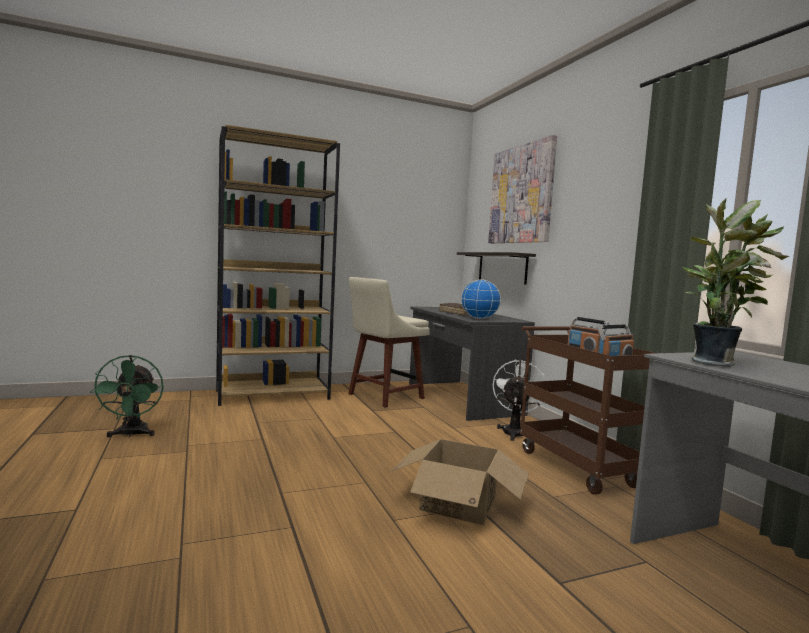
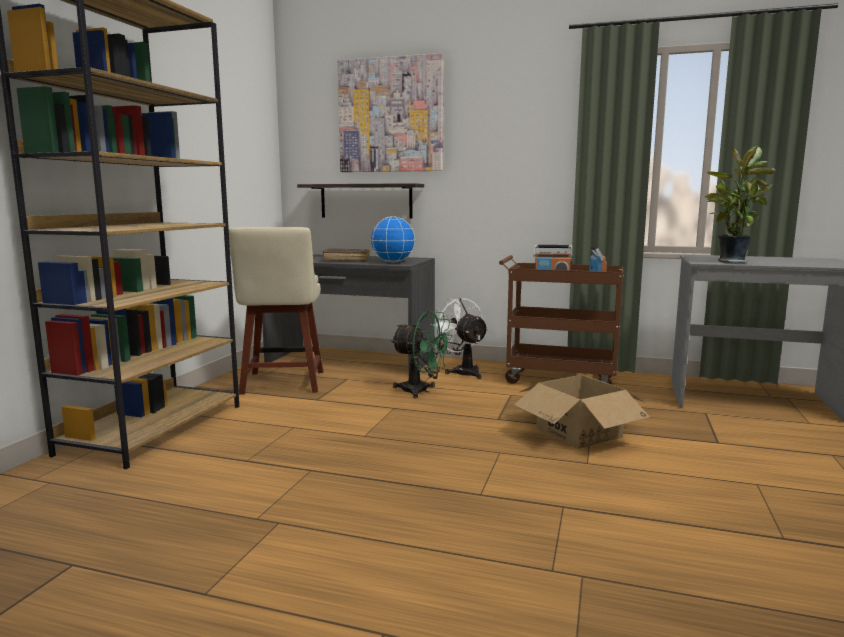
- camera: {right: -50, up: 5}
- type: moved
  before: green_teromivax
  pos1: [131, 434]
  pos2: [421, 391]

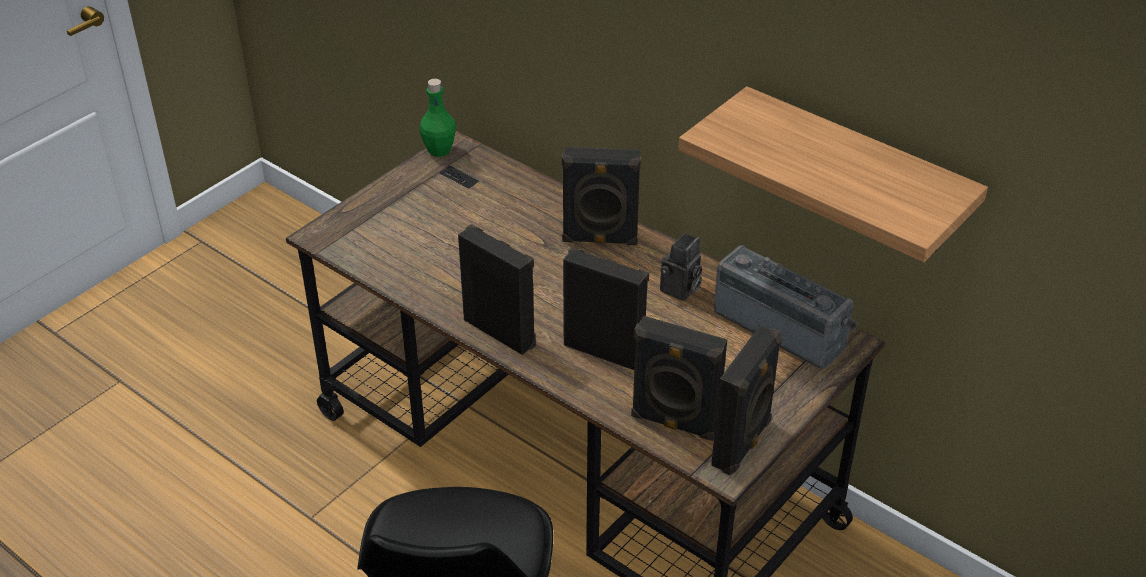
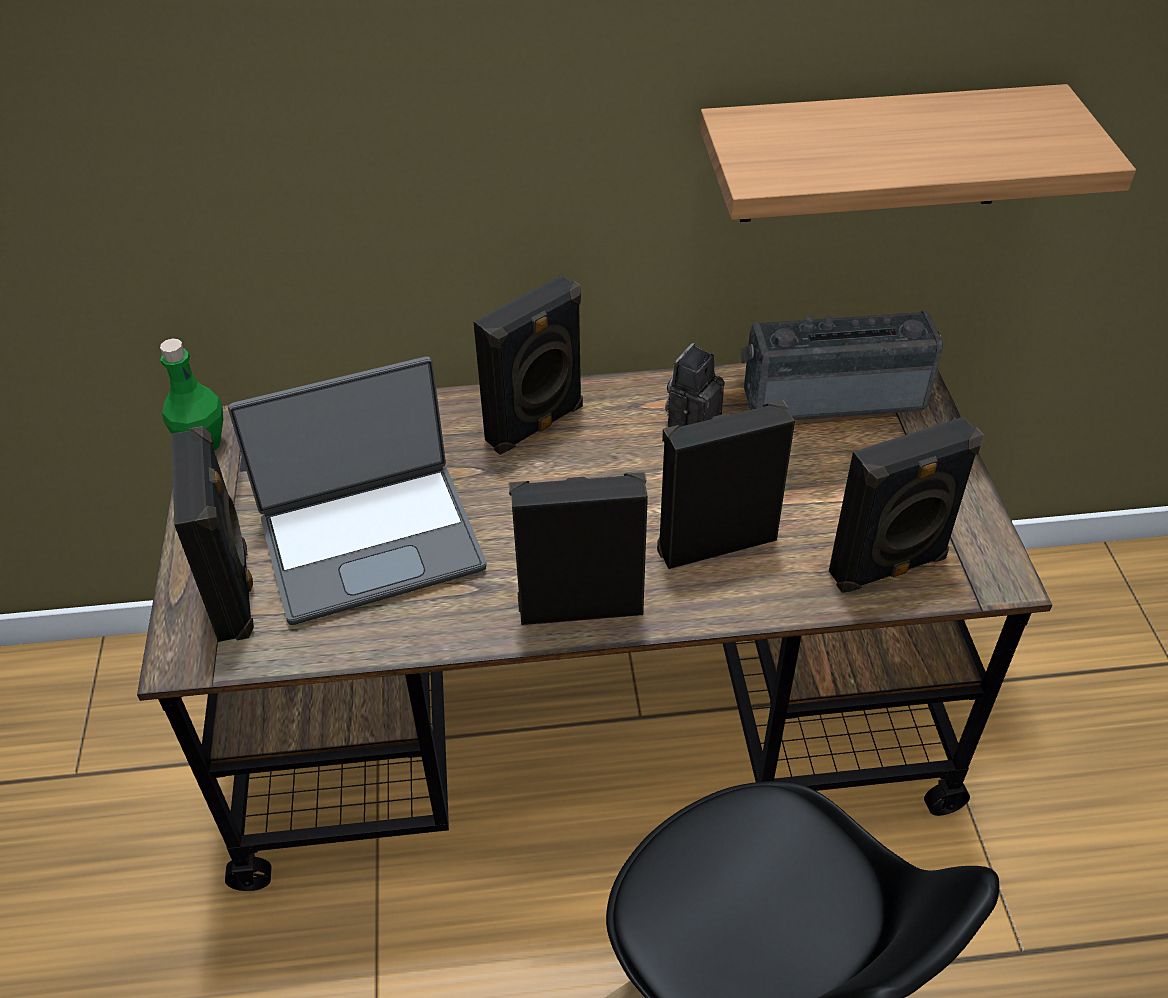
- camera: {right: -45, up: 5}
- type: turned
  before: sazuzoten
  pos1: [680, 290]
  pos2: [692, 423]
  turn: -135
- type: moved
  before: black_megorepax
  pos1: [743, 444]
  pos2: [235, 592]
- type: added
  after: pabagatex
  pos2: [371, 541]

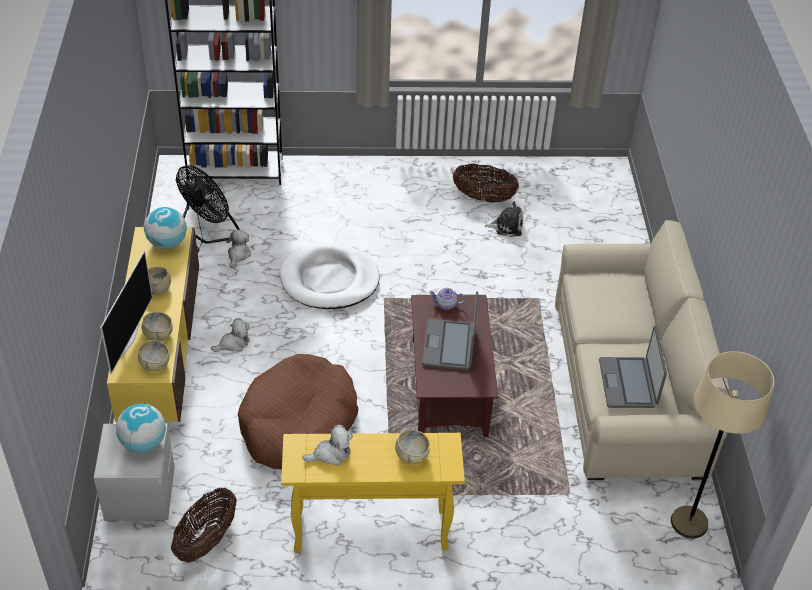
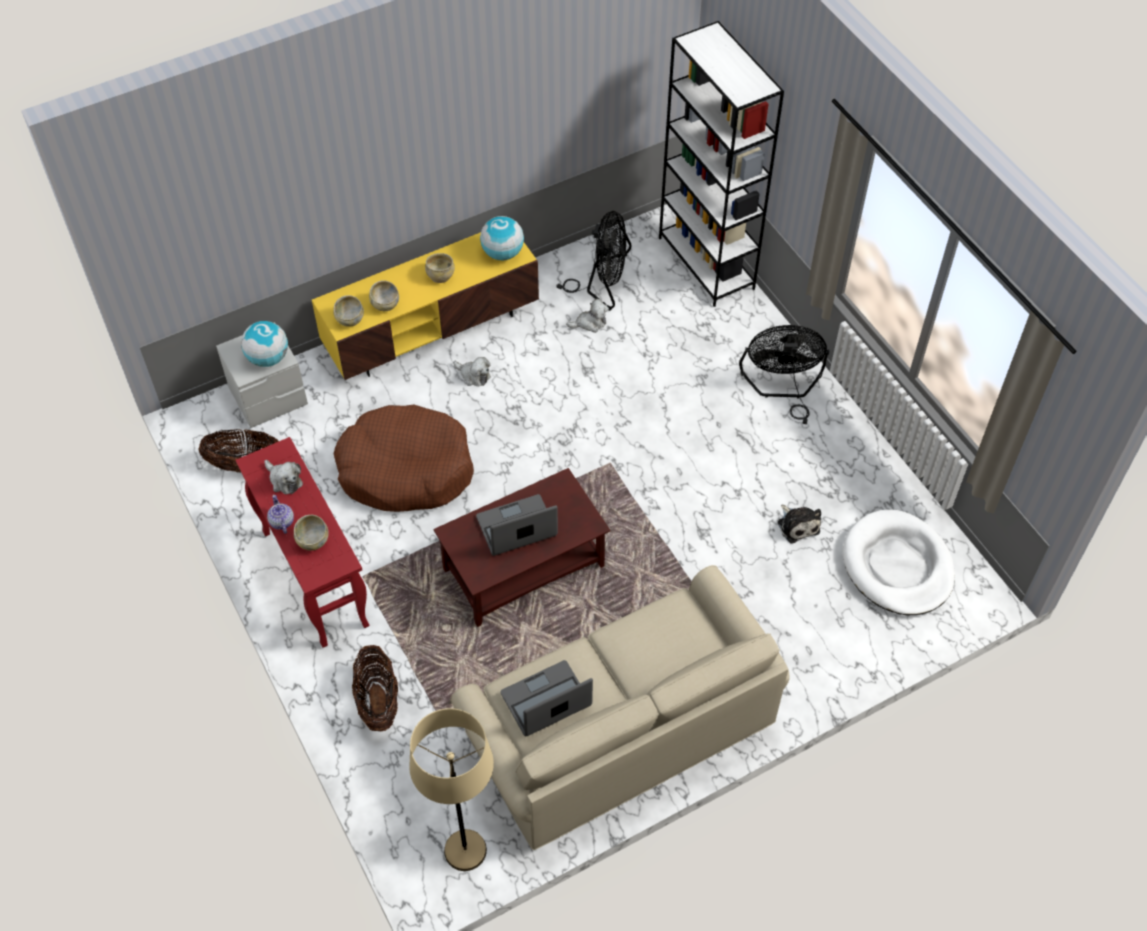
- camera: {right: 65, up: 10}
- type: removed
  before: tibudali
  pos1: [128, 340]
- type: moved
  before: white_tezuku
  pos1: [329, 280]
  pos2: [897, 566]
- type: recoloured
  before: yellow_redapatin
  after: red_redapatin
  pos1: [369, 531]
  pos2: [314, 577]
- type: moved
  before: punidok
  pos1: [446, 305]
  pos2: [281, 521]
- type: moved
  before: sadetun
  pos1: [483, 197]
  pos2: [378, 701]
- type: added
  after: black_teromivax
  pos2: [784, 387]

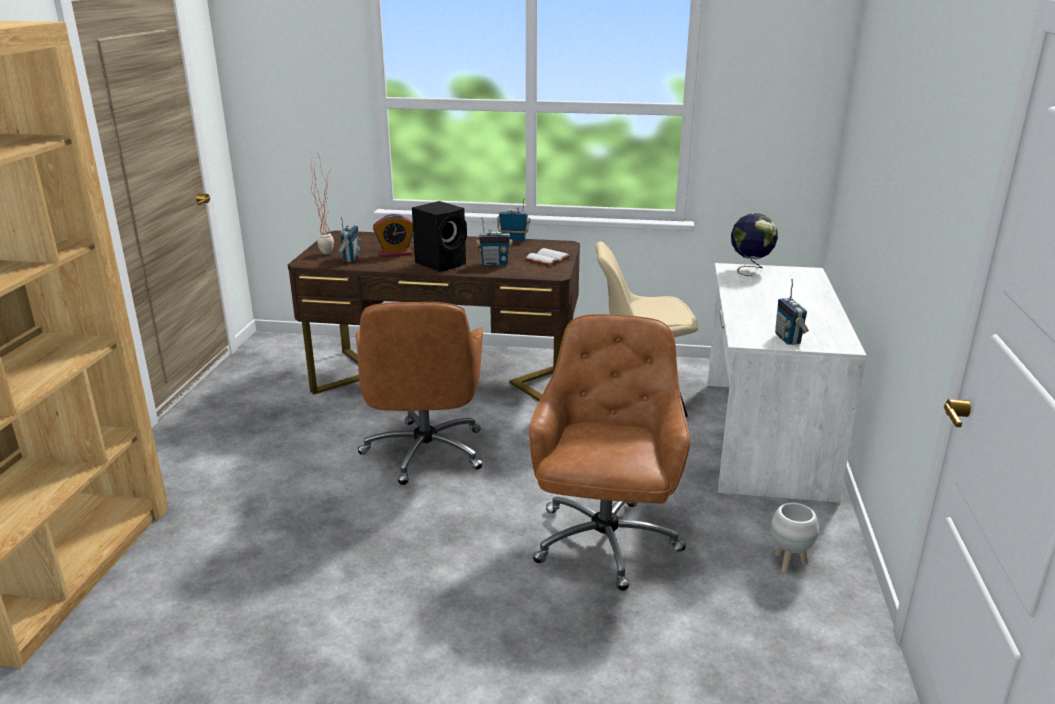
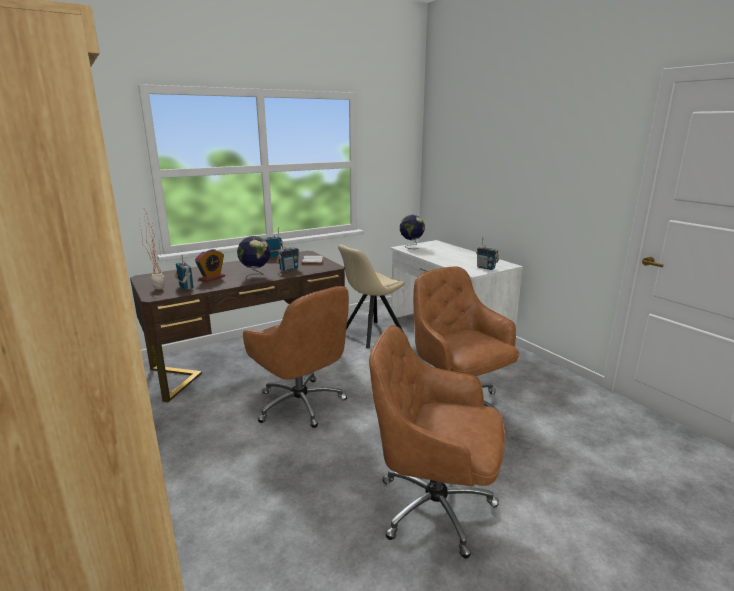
- camera: {right: -40, up: -5}
- type: replaced
  before: black_megorepax
  after: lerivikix
  pos1: [442, 263]
  pos2: [255, 276]
- type: removed
  before: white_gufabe
  pos1: [789, 564]
- type: added
  after: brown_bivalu
  pos2: [435, 506]

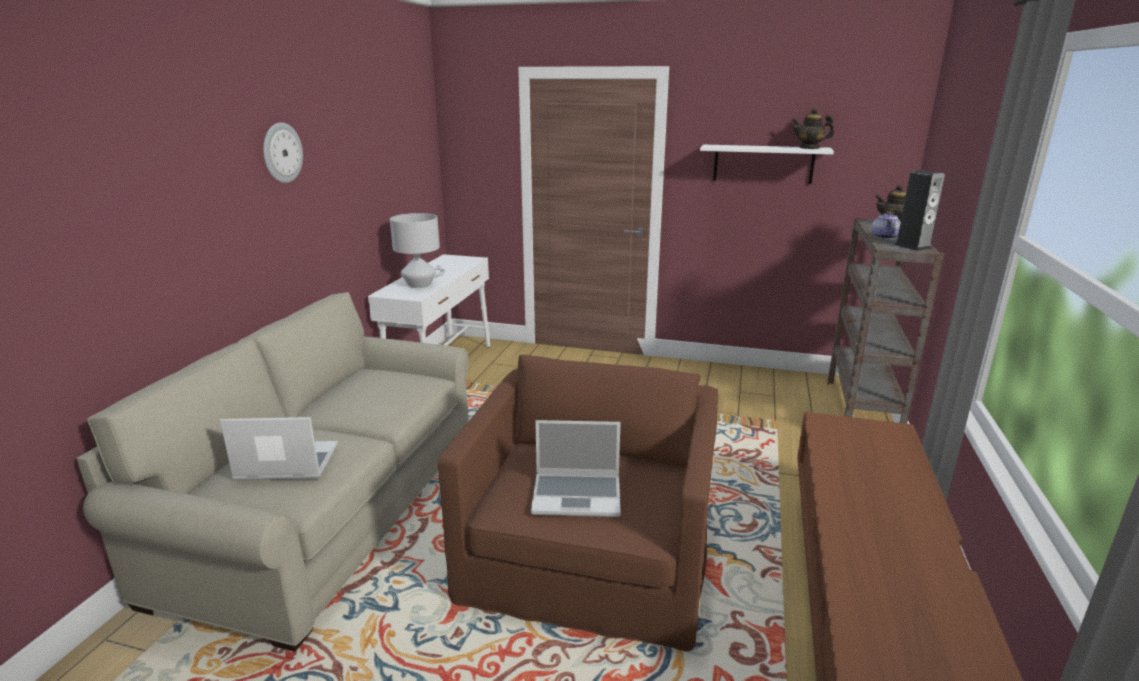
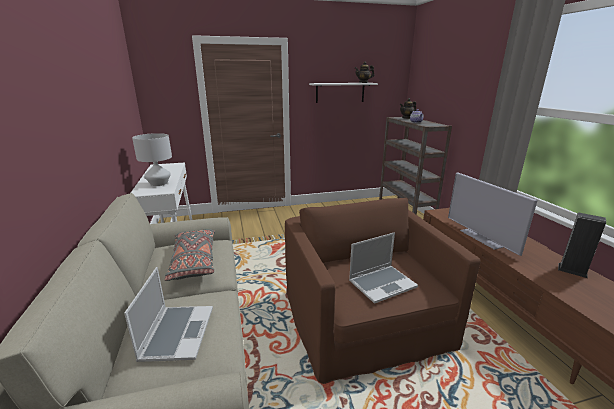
- camera: {right: -30, up: 0}
- type: turned
  before: pabagatex
  pos1: [285, 464]
  pos2: [177, 333]
  turn: 120
- type: removed
  before: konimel
  pos1: [281, 153]
- type: moved
  before: megorepax
  pos1: [912, 246]
  pos2: [572, 270]
- type: added
  after: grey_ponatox
  pos2: [194, 261]
- type: added
  after: tibudali
  pos2: [481, 238]

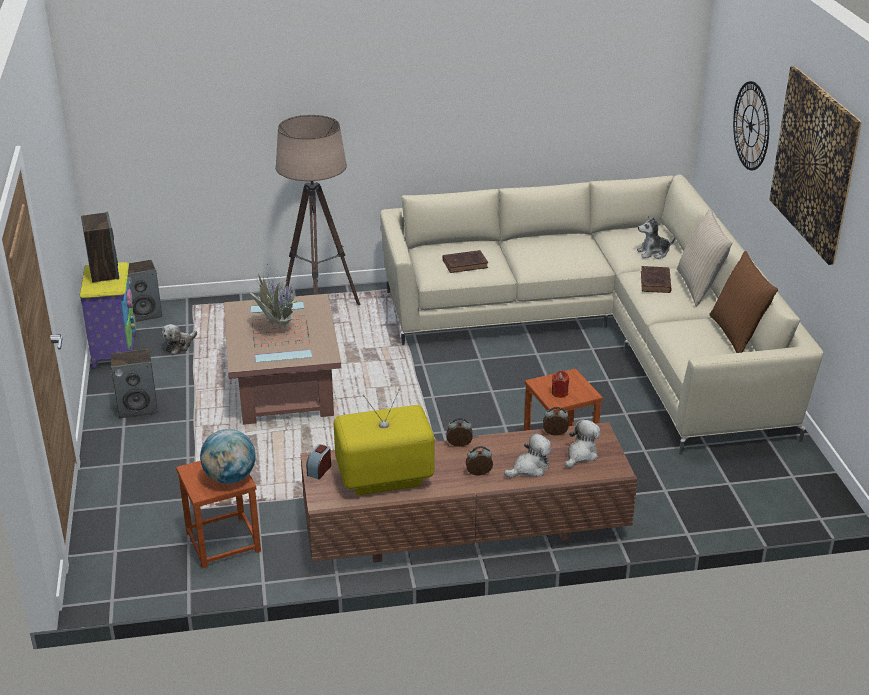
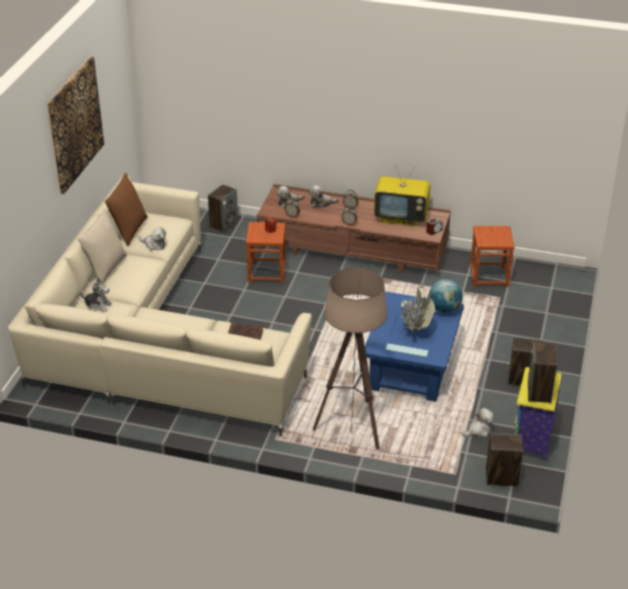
- camera: {right: -155, up: 5}
- type: moved
  before: lerivikix
  pos1: [230, 478]
  pos2: [444, 309]
- type: recoloured
  before: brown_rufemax
  after: blue_rufemax
  pos1: [285, 387]
  pos2: [411, 366]
- type: removed
  before: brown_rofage
  pos1: [655, 283]
- type: removed
  before: konimel
  pos1: [751, 126]
- type: added
  after: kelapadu
  pos2: [154, 245]
- type: added
  after: megorepax
  pos2: [224, 224]

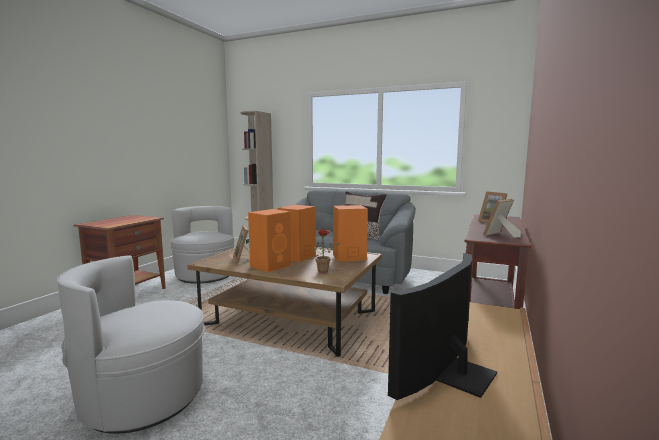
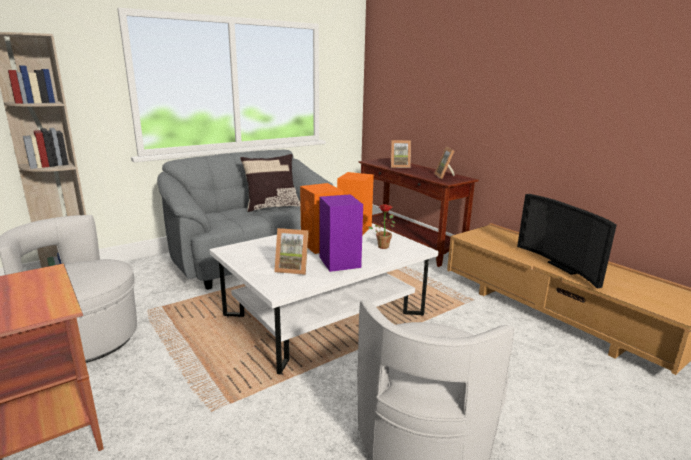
- camera: {right: -60, up: 10}
- type: recoloured
  before: brown_rufemax
  after: white_rufemax
  pos1: [290, 318]
  pos2: [324, 315]
- type: recoloured
  before: orange_megorepax
  after: purple_megorepax
  pos1: [271, 266]
  pos2: [339, 261]

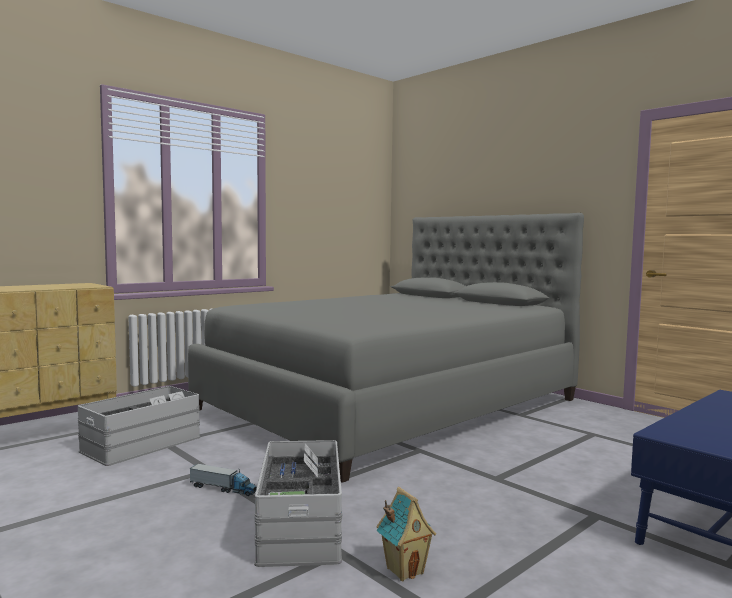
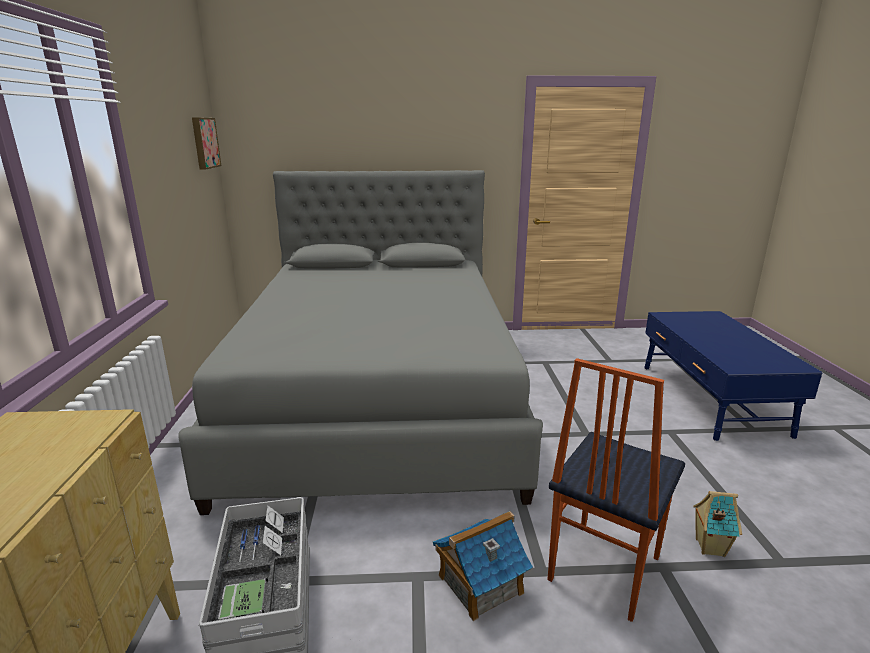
- camera: {right: -50, up: 15}
- type: replaced
  before: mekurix
  after: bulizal
  pos1: [223, 489]
  pos2: [479, 584]
- type: replaced
  before: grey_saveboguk
  after: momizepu
  pos1: [299, 526]
  pos2: [602, 568]
- type: added
  after: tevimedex
  pos2: [204, 143]

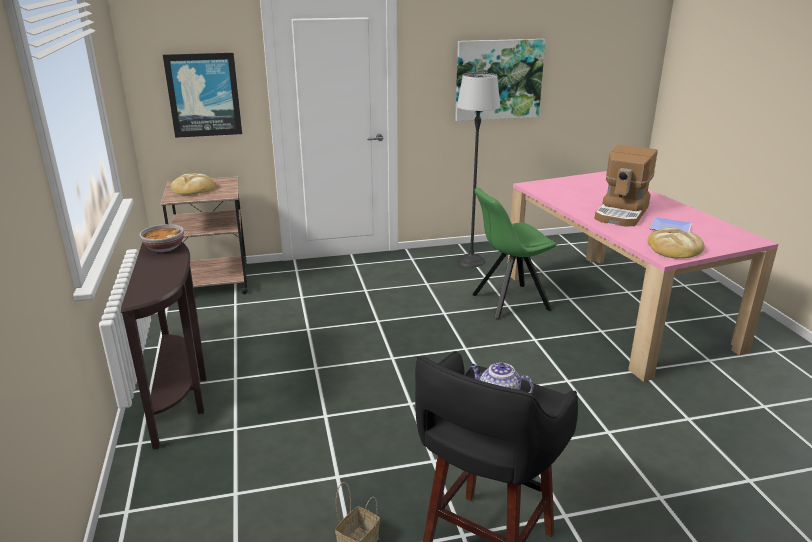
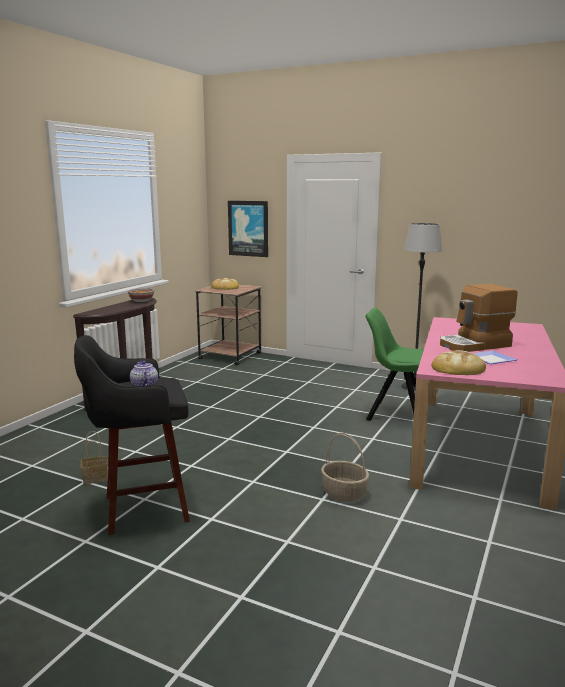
- camera: {right: 40, up: -10}
- type: removed
  before: tevimedex
  pos1: [498, 79]
- type: added
  after: sadetun
  pos2: [344, 493]

